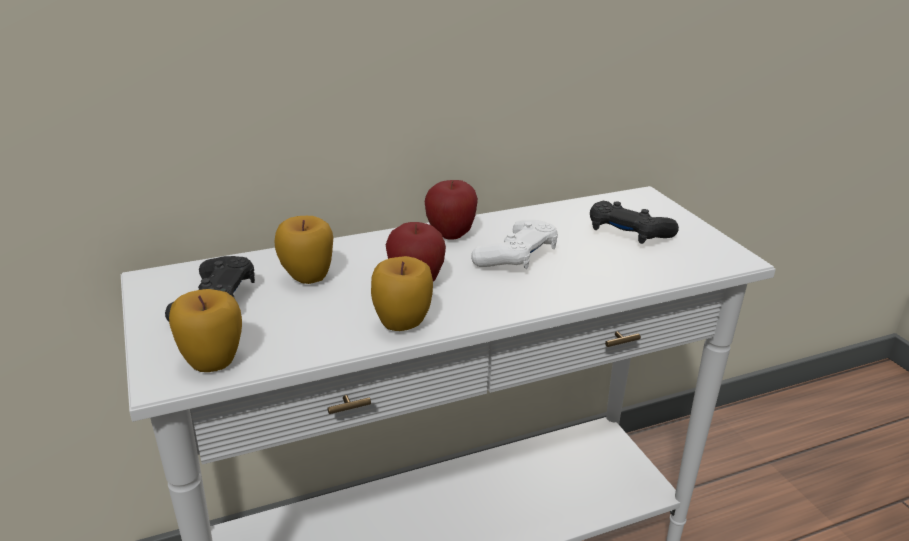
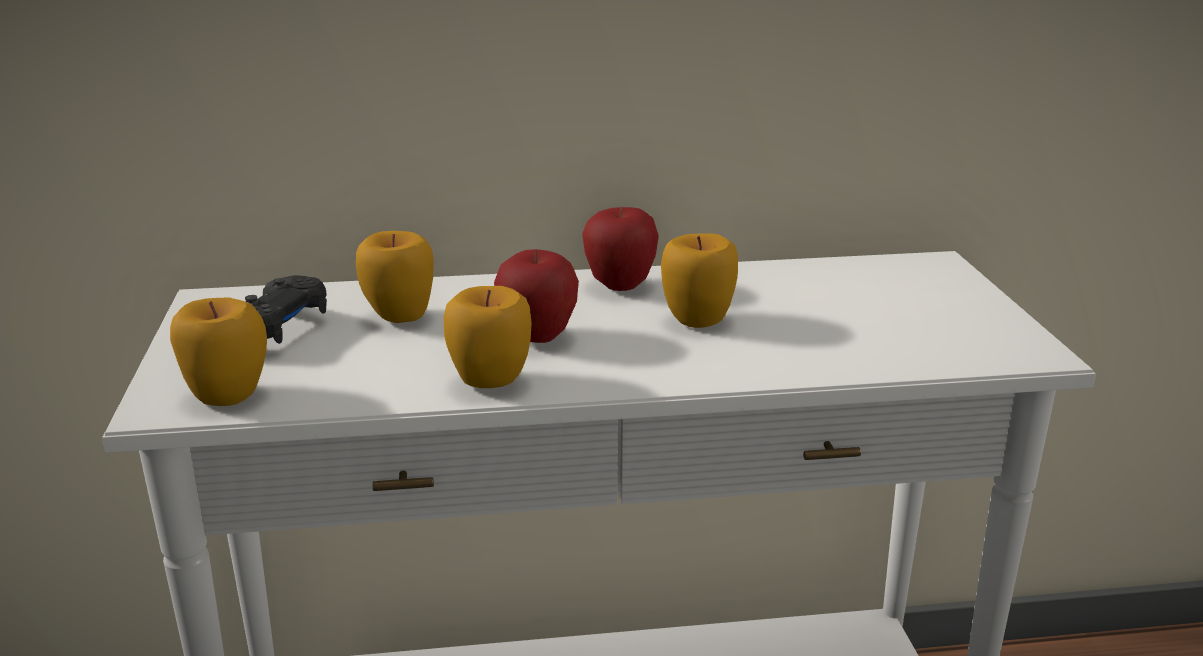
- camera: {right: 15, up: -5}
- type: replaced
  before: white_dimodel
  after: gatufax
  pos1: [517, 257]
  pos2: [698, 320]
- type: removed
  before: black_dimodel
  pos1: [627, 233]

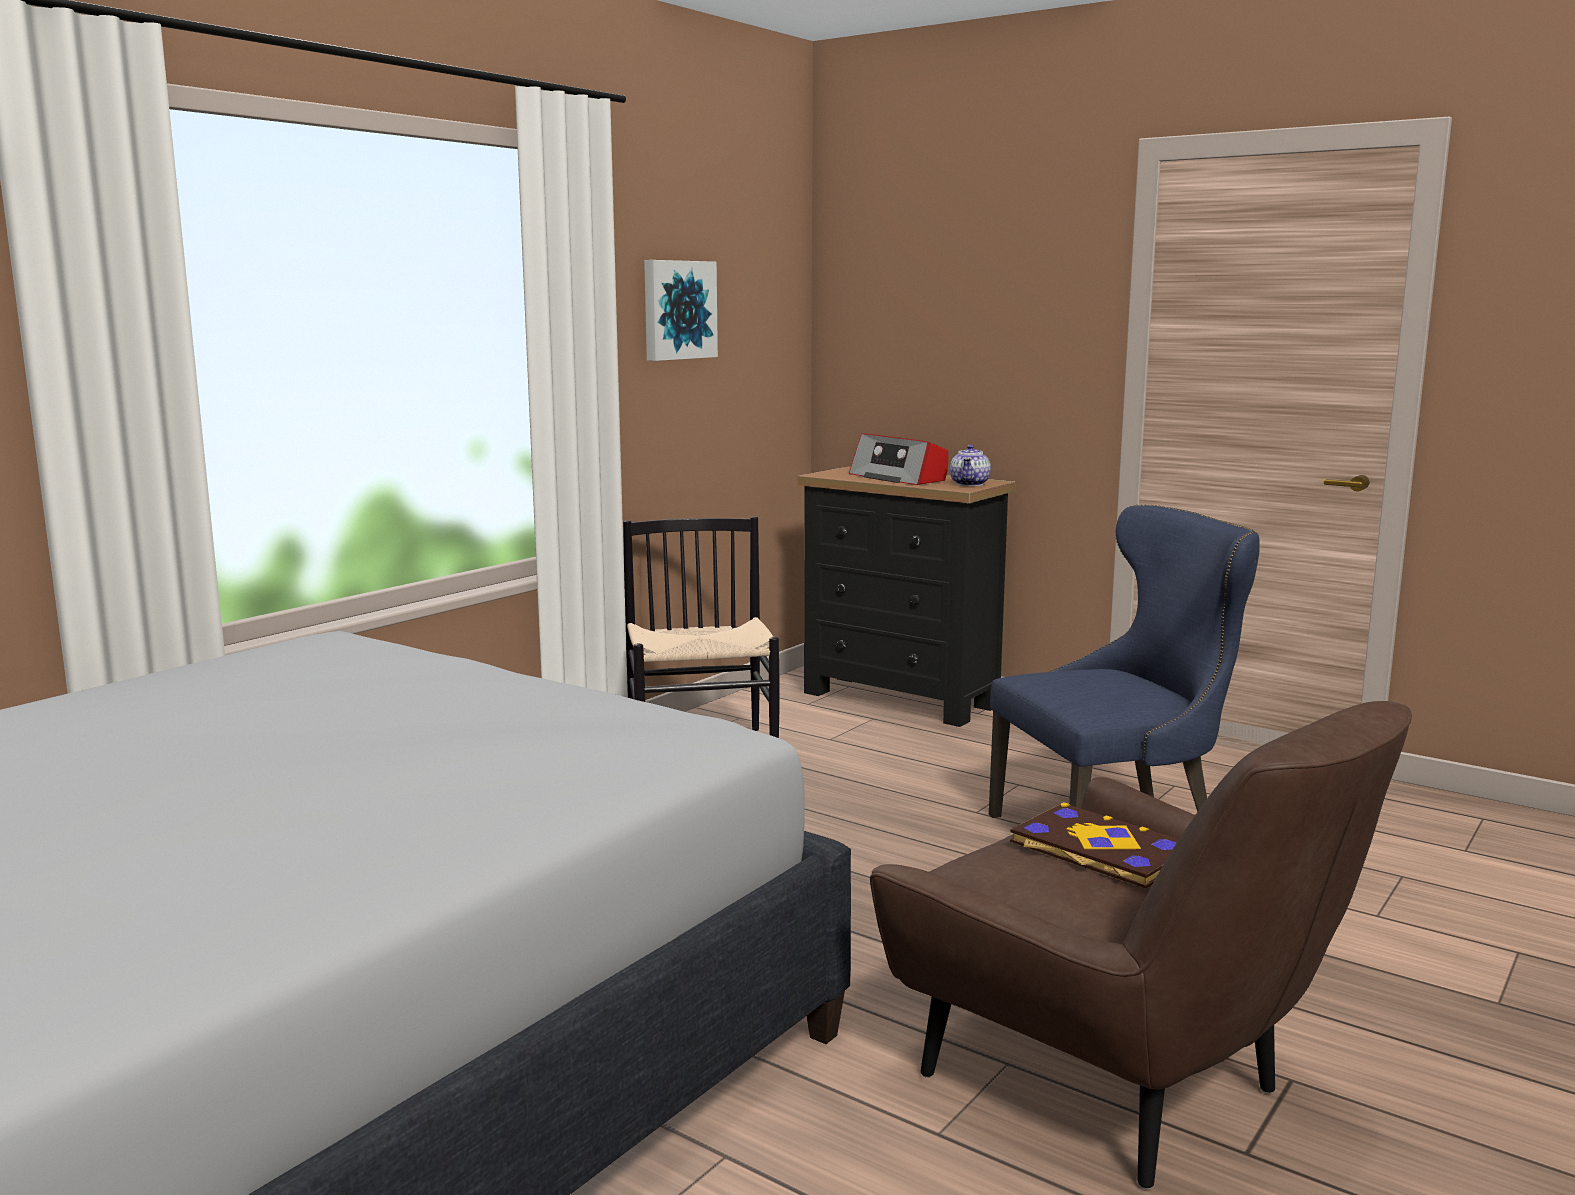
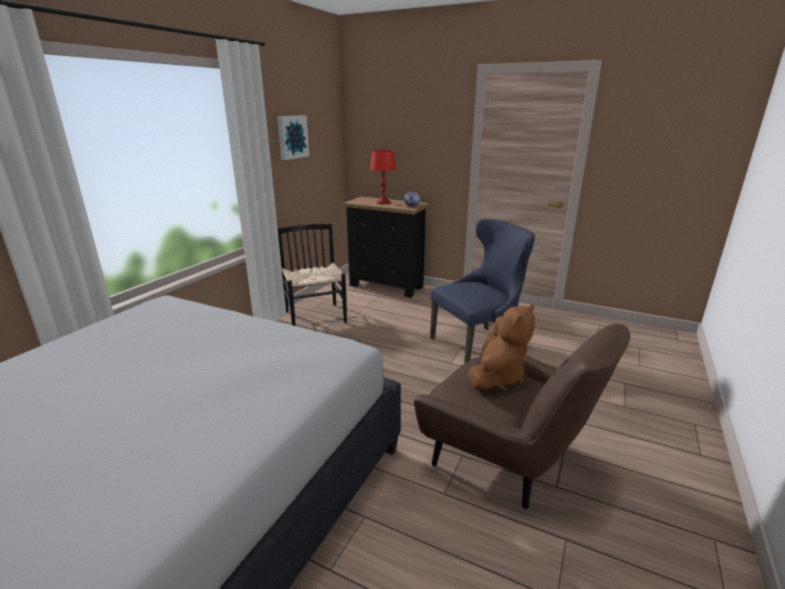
- camera: {right: -10, up: 10}
- type: replaced
  before: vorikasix
  after: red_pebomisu
  pos1: [899, 478]
  pos2: [383, 203]
- type: replaced
  before: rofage
  after: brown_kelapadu
  pos1: [1100, 850]
  pos2: [497, 376]

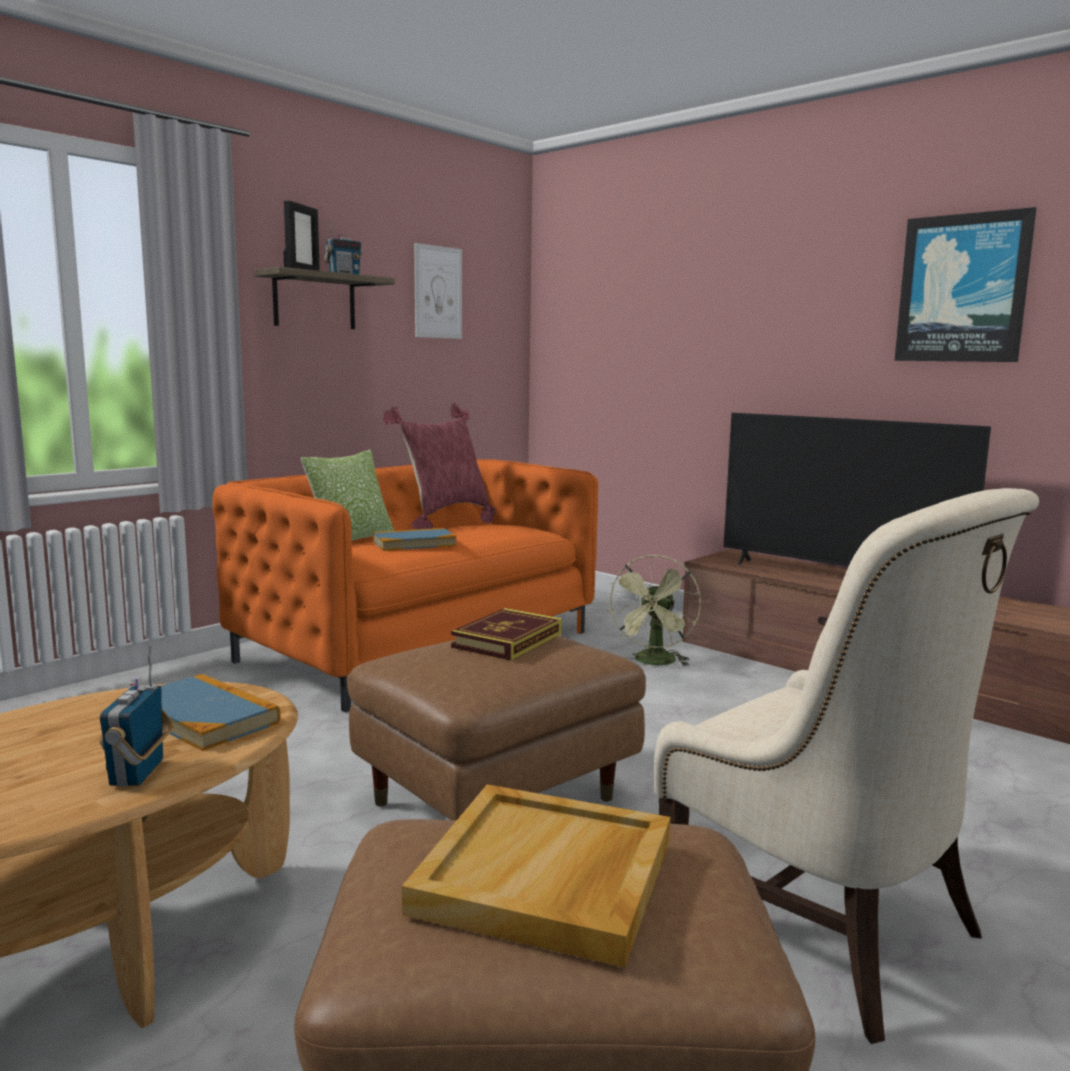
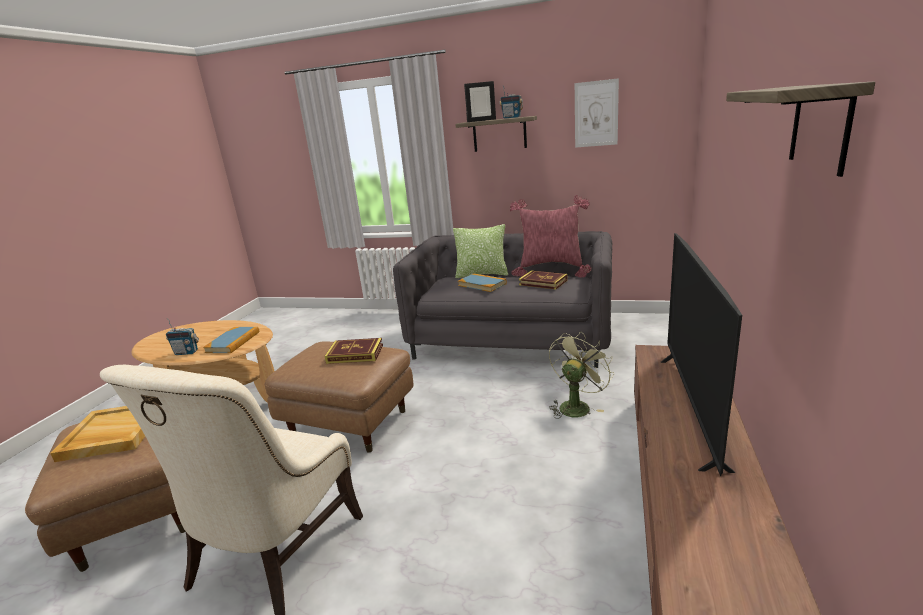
- camera: {right: 65, up: 10}
- type: turned
  before: vorikasix
  pos1: [139, 773]
  pos2: [186, 352]
  turn: -150
- type: recoloured
  before: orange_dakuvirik
  after: grey_dakuvirik
  pos1: [421, 645]
  pos2: [511, 339]
- type: turned
  before: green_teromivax
  pos1: [654, 663]
  pos2: [576, 405]
  turn: 135
- type: replaced
  before: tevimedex
  after: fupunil
  pos1: [962, 288]
  pos2: [820, 126]
- type: added
  after: rofage
  pos2: [543, 282]

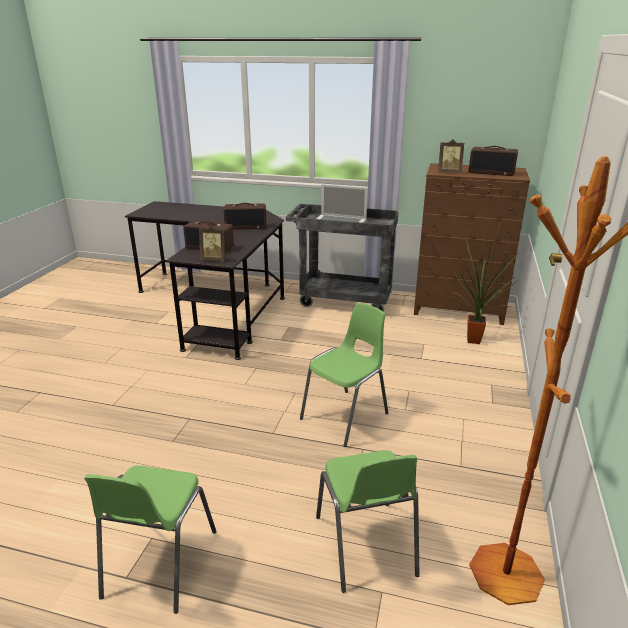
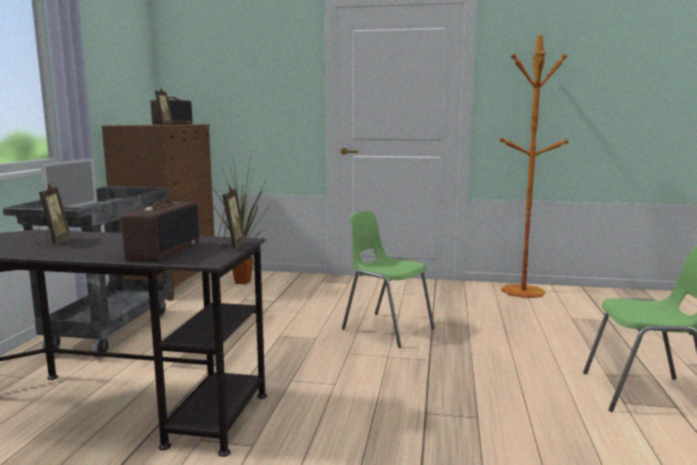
- camera: {right: -95, up: -15}
- type: replaced
  before: vorikasix
  after: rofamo
  pos1: [246, 226]
  pos2: [53, 242]
- type: removed
  before: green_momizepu
  pos1: [365, 546]

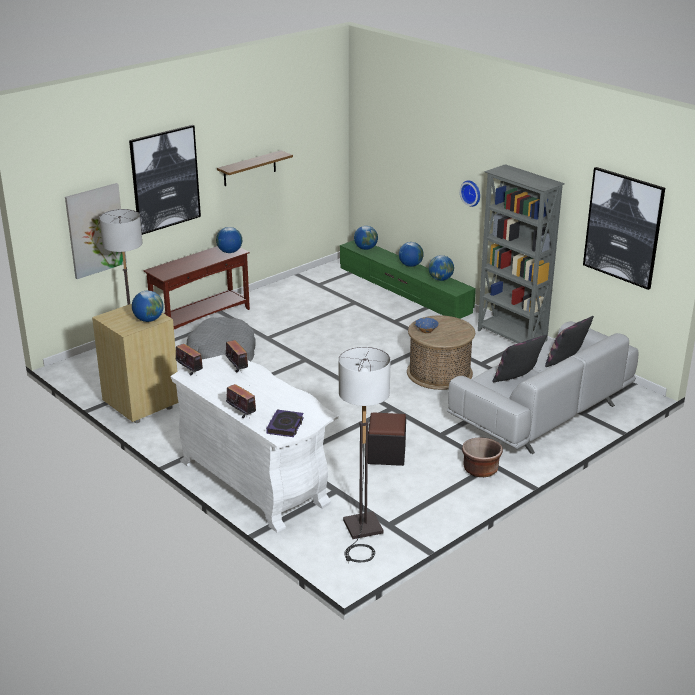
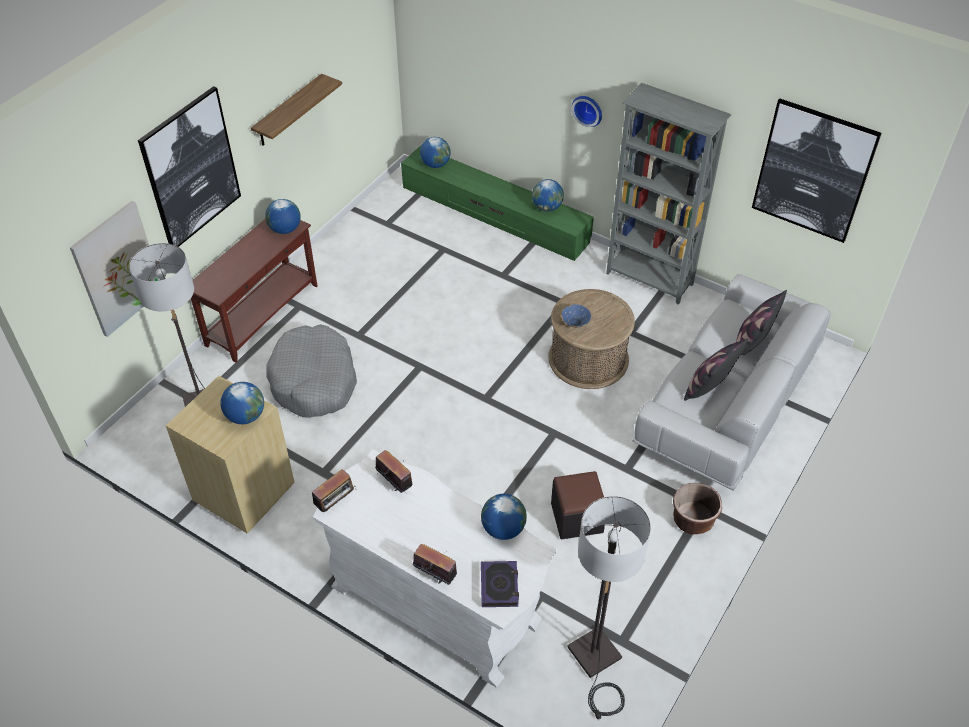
- camera: {right: -15, up: 20}
- type: turned
  before: vorikasix
  pos1: [190, 372]
  pos2: [335, 503]
  turn: 105
- type: moved
  before: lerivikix
  pos1: [410, 265]
  pos2: [503, 528]

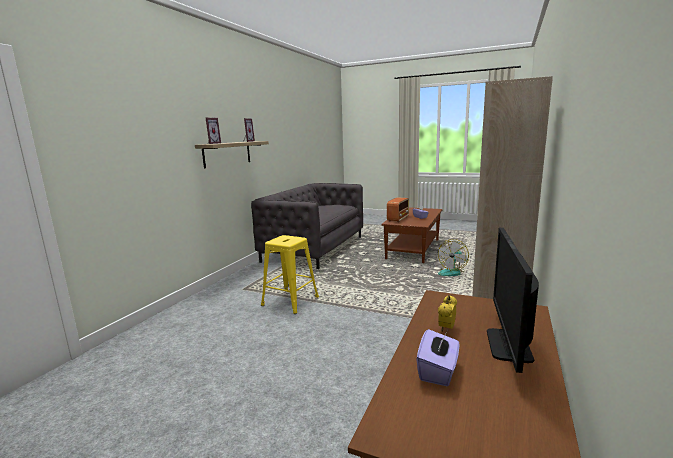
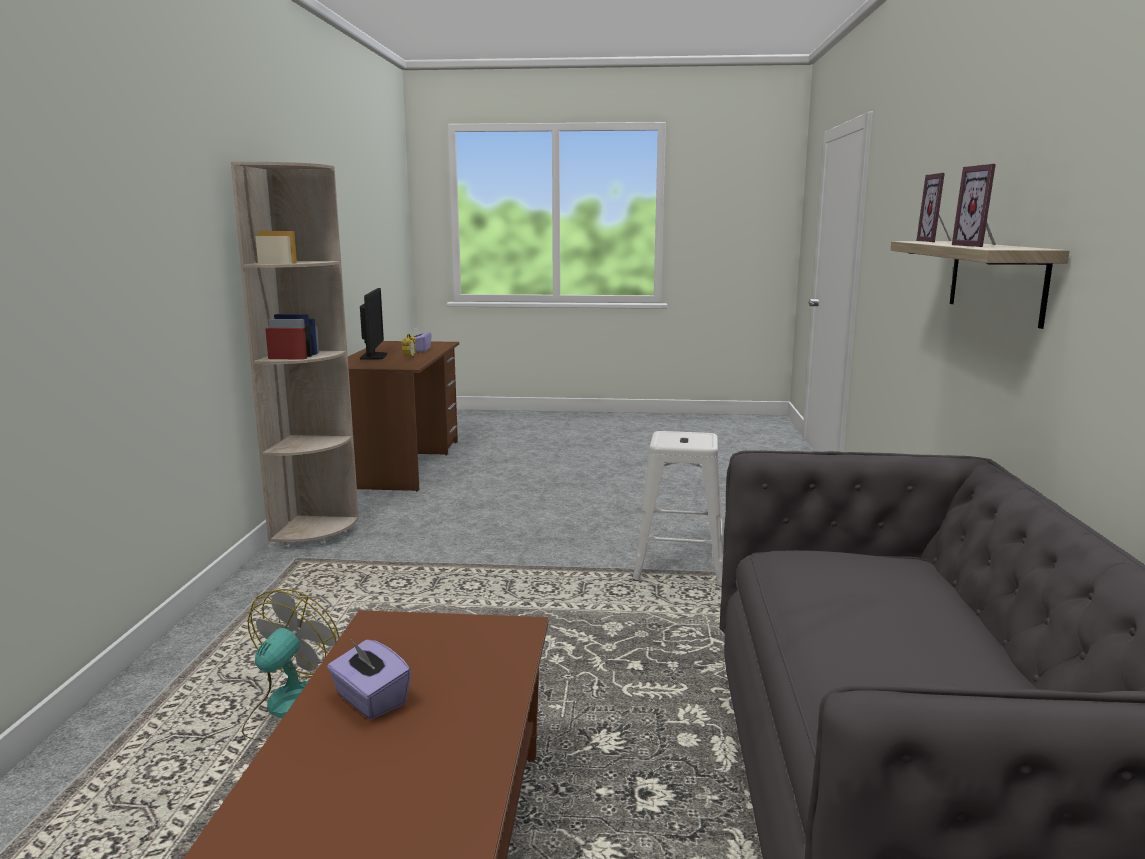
- camera: {right: 160, up: 0}
- type: recoloured
  before: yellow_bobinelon
  after: white_bobinelon
  pos1: [290, 301]
  pos2: [679, 566]
- type: removed
  before: vorikasix
  pos1: [398, 219]

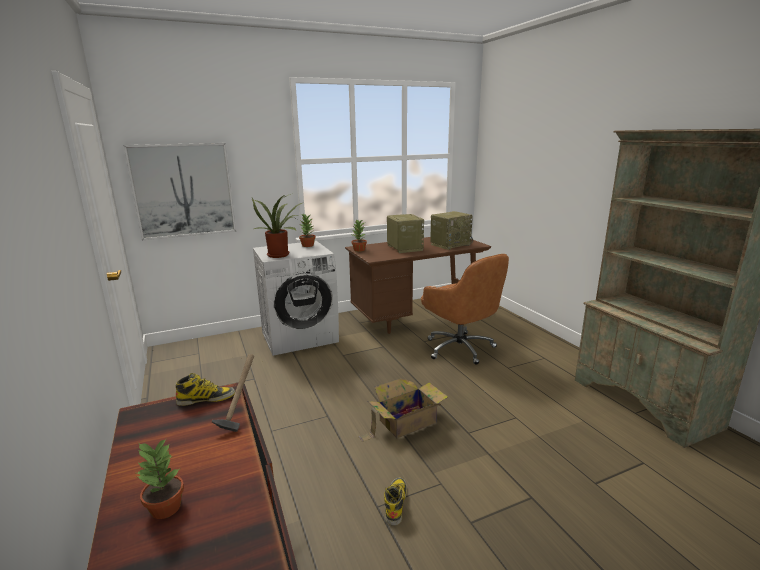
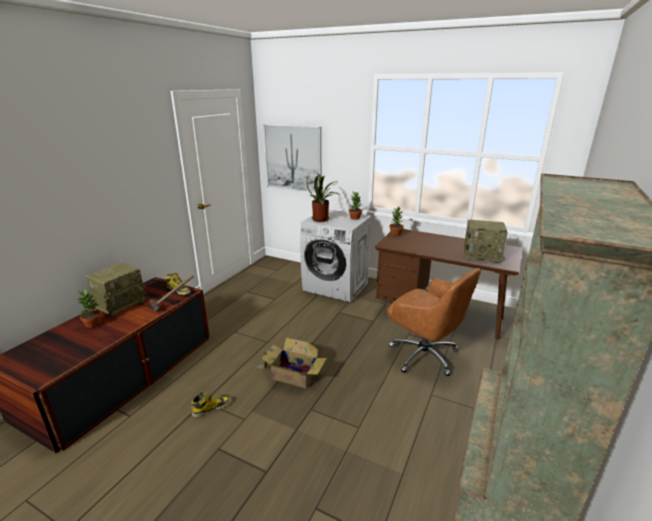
- camera: {right: 50, up: 5}
- type: moved
  before: vorikasix
  pos1: [404, 248]
  pos2: [121, 303]
- type: turned
  before: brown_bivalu
  pos1: [459, 348]
  pos2: [423, 355]
  turn: -60

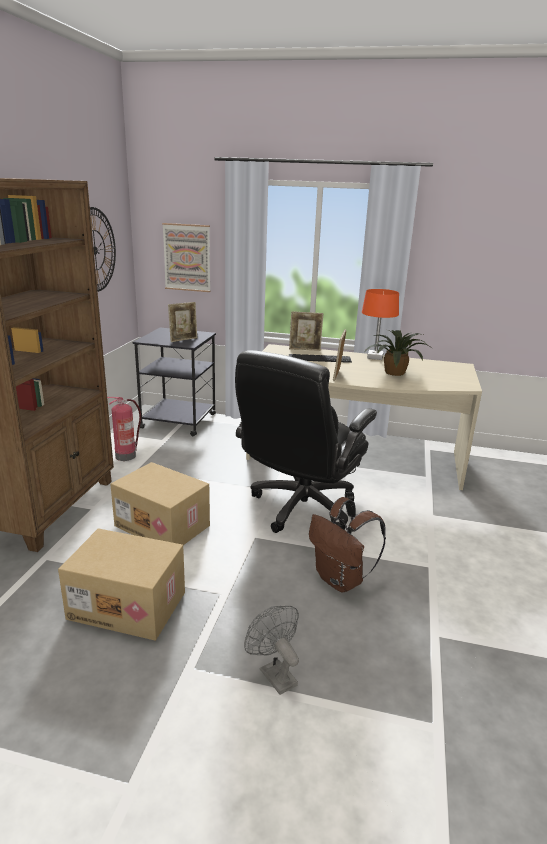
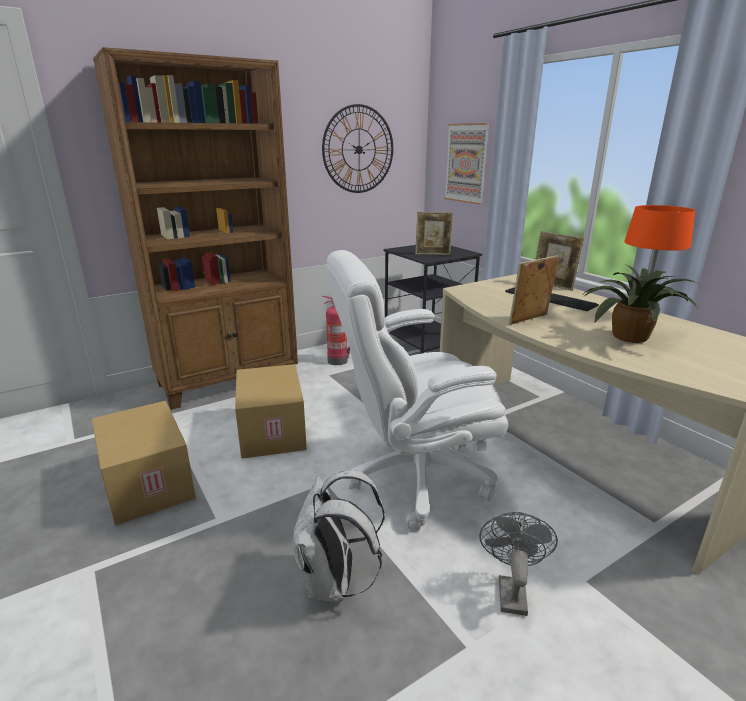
- camera: {right: 45, up: 0}
- type: recoloured
  before: black_bivalu
  after: white_bivalu
  pos1: [299, 509]
  pos2: [411, 478]
- type: moved
  before: grey_teromivax
  pos1: [274, 673]
  pos2: [511, 590]
- type: recoloured
  before: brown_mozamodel
  after: white_mozamodel
  pos1: [341, 580]
  pos2: [334, 583]

